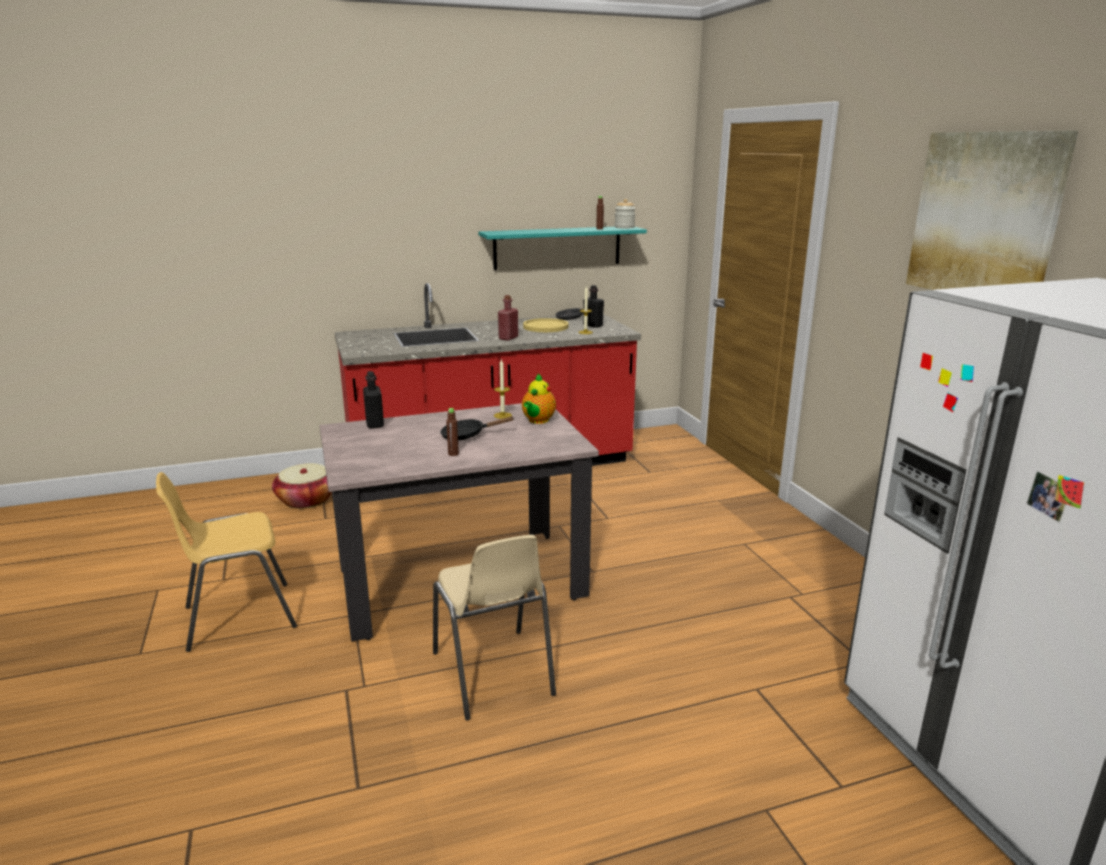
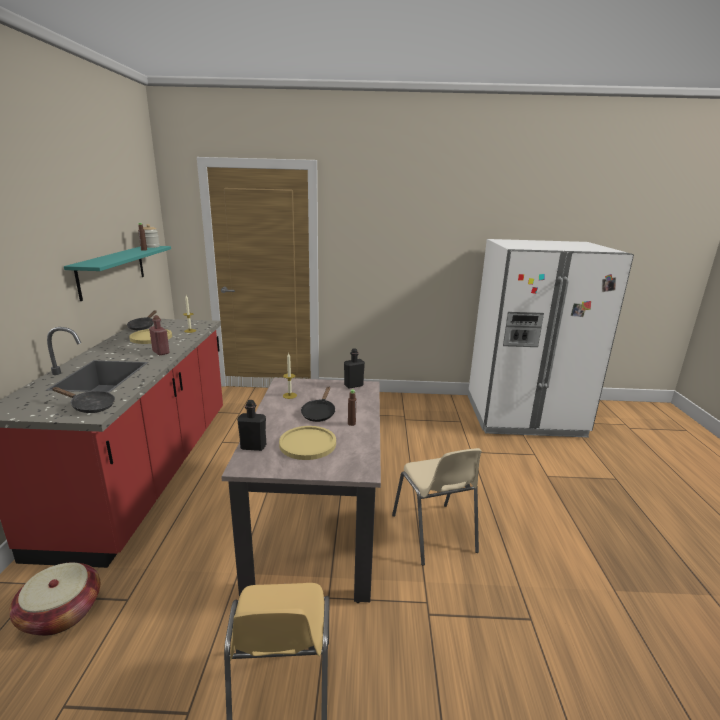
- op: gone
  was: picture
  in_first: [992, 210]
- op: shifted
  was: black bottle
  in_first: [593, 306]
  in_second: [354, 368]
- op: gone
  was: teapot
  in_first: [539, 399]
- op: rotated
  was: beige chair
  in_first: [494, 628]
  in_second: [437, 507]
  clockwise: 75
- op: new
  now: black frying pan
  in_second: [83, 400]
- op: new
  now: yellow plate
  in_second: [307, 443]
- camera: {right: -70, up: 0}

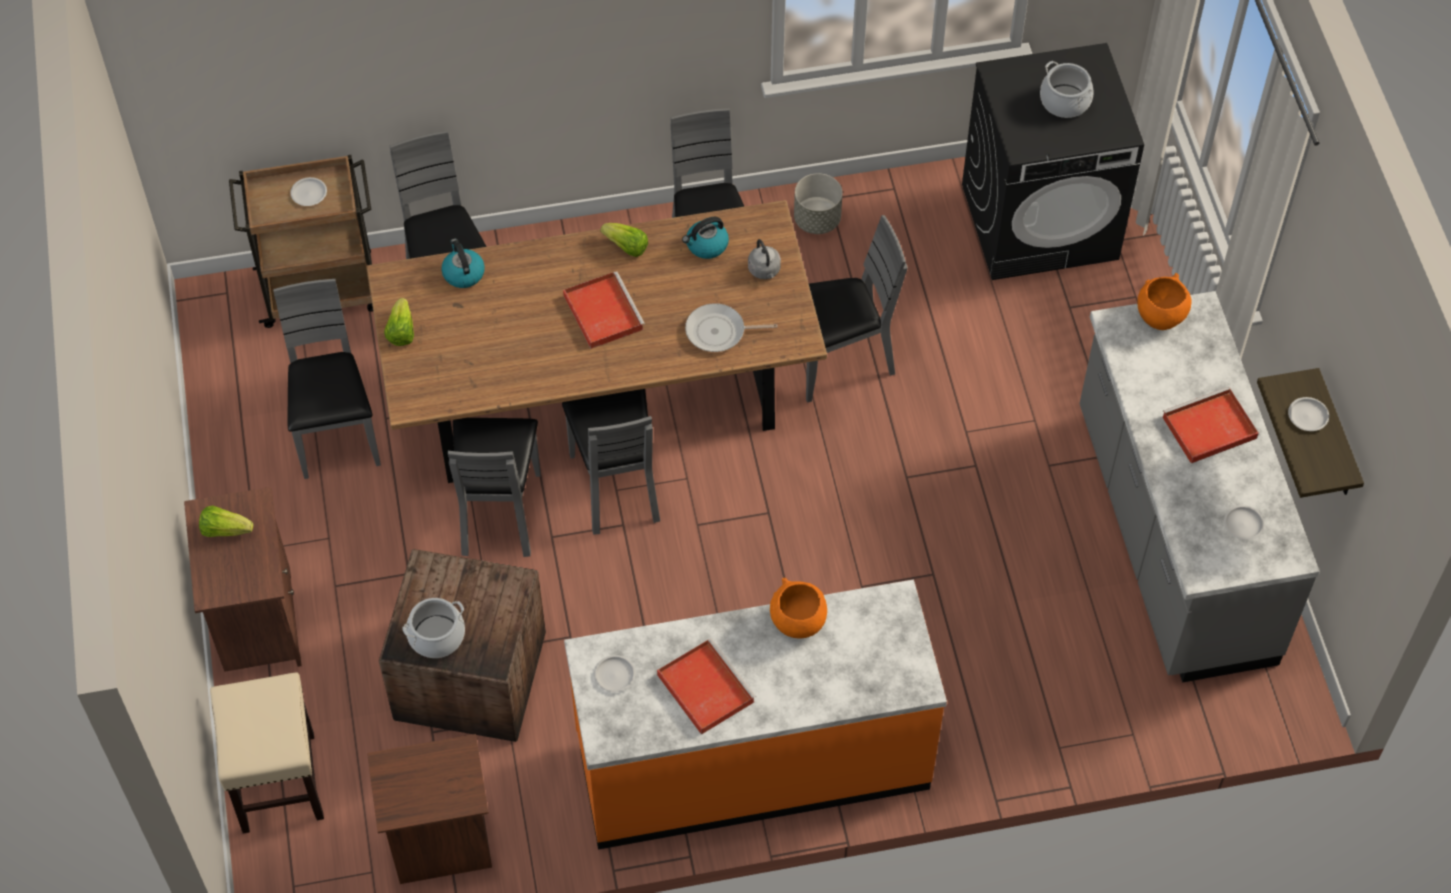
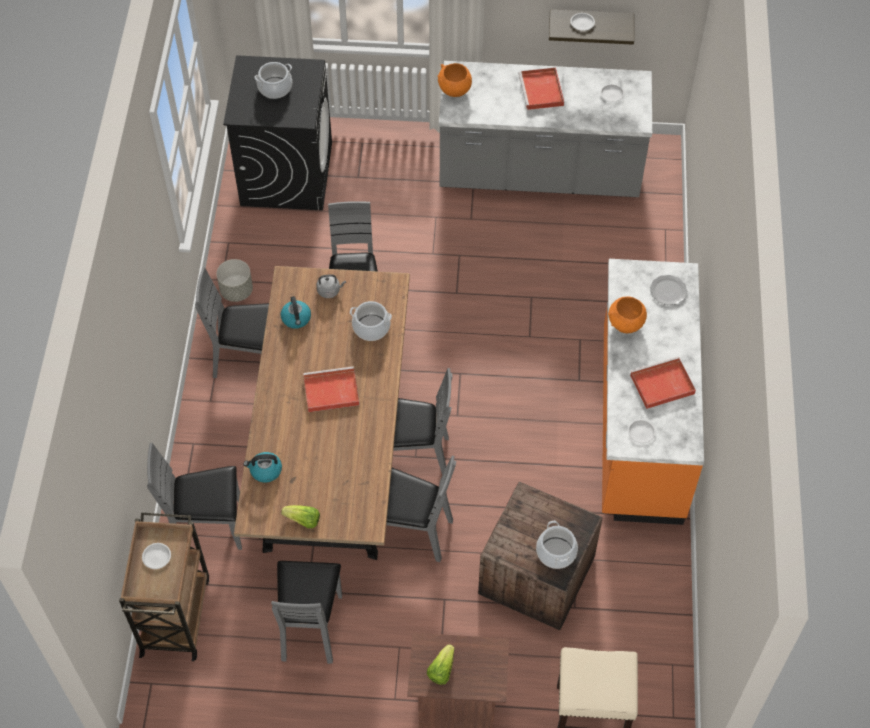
- op: gone
  was: lettuce
  in_first: [624, 240]
- op: rotated
  was: grey chair
  in_first: [327, 379]
  in_second: [306, 612]
  clockwise: -90
- op: swapped
  was: frying pan
  now: cooking pot
  in_first: [731, 327]
  in_second: [371, 321]
- op: gone
  was: brown nightstand
  in_first: [429, 809]
- op: new
  now: plate
  in_second: [668, 290]
- camera: {right: -75, up: 0}

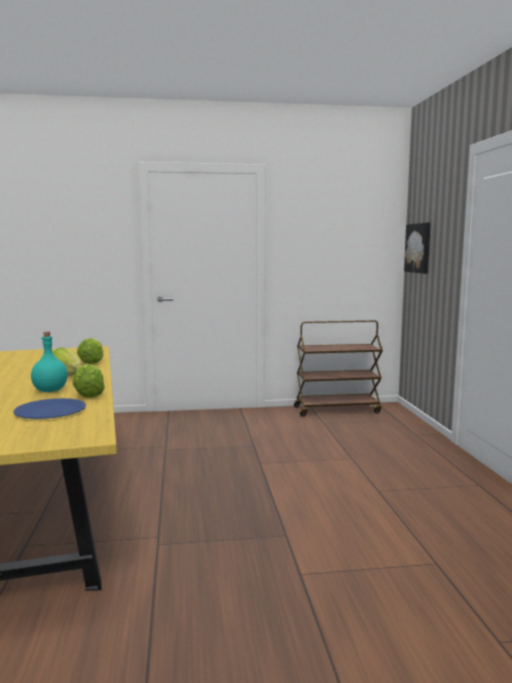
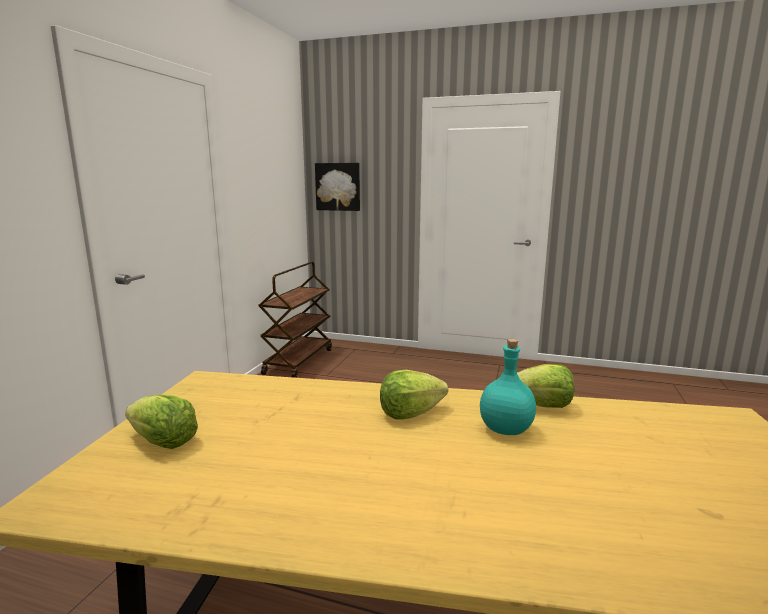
- op: shifted
  was: lettuce
  in_first: [90, 351]
  in_second: [161, 421]
- op: gone
  was: blue plate
  in_first: [49, 408]
- camera: {right: -65, up: 5}

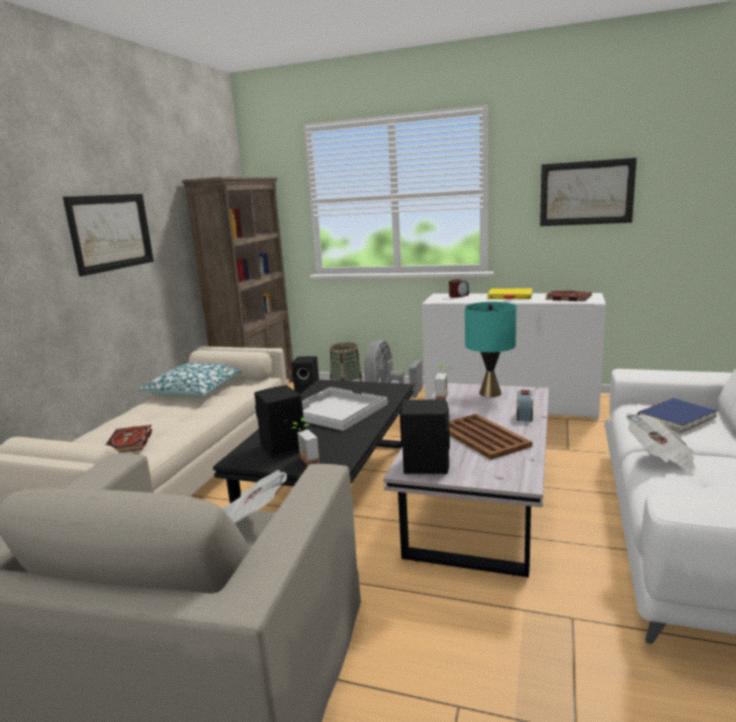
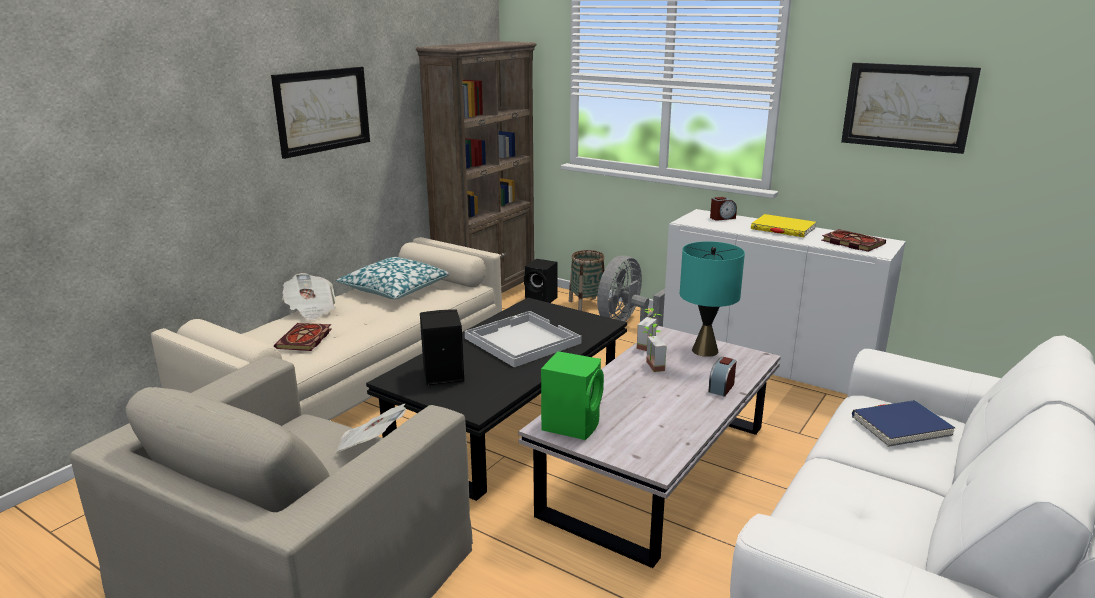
- op: repainted
  was: black speaker
  now: green speaker
  in_first: [425, 436]
  in_second: [572, 395]
- op: shifted
  was: newspaper
  in_first: [660, 442]
  in_second: [309, 296]
- op: gone
  was: brown tray
  in_first: [490, 437]
- op: shifted
  was: potted plant
  in_first: [305, 442]
  in_second: [654, 348]
- camera: {right: 15, up: 5}

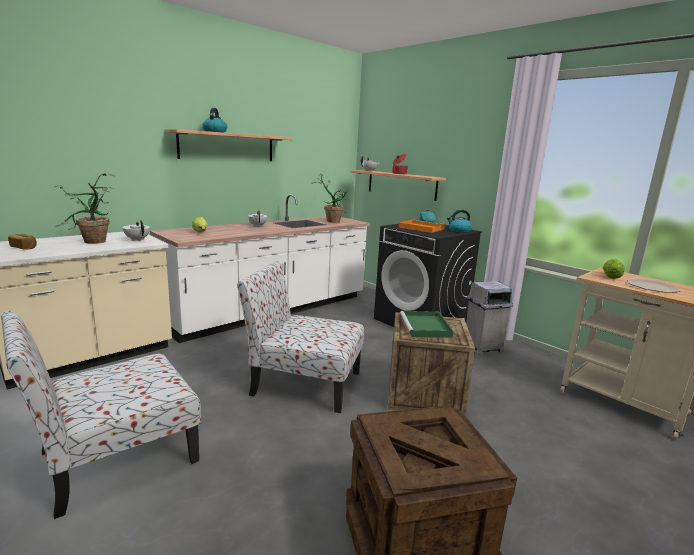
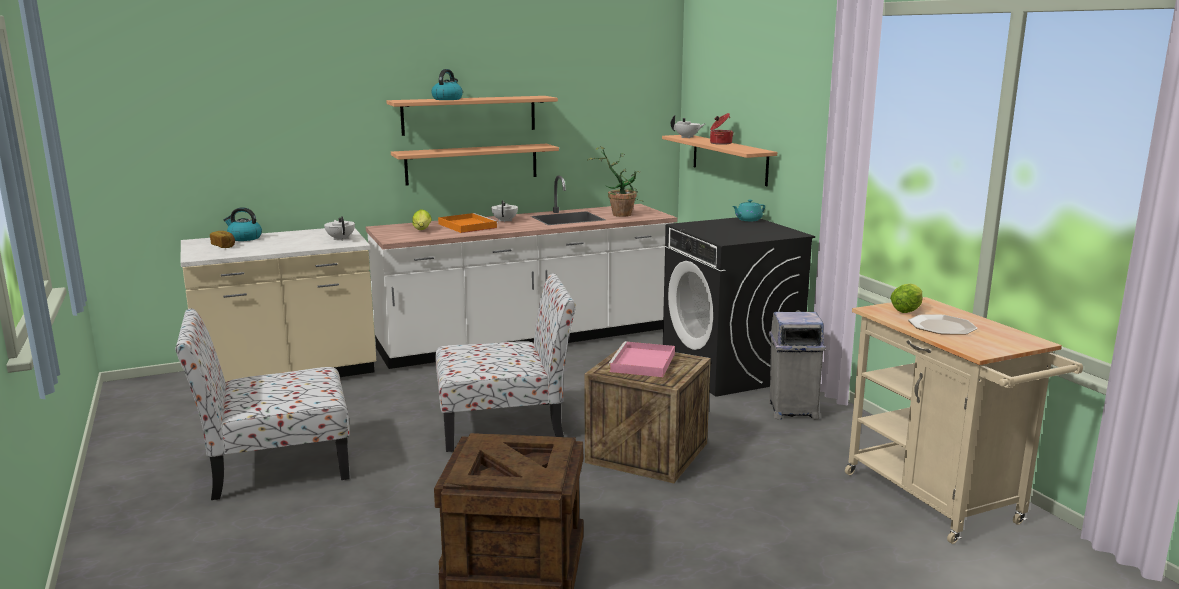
- op: gone
  was: potted plant
  in_first: [83, 208]
- op: shifted
  was: kettle
  in_first: [459, 221]
  in_second: [243, 224]
- op: shifted
  was: orange tray
  in_first: [422, 226]
  in_second: [468, 223]
- op: rotated
  was: chair
  in_first: [300, 337]
  in_second: [505, 362]
  clockwise: 135
- op: repainted
  was: green tray
  now: pink tray
  in_first: [427, 324]
  in_second: [641, 359]
- op: new
  now: shelf
  in_second: [475, 165]
- camera: {right: 20, up: 0}

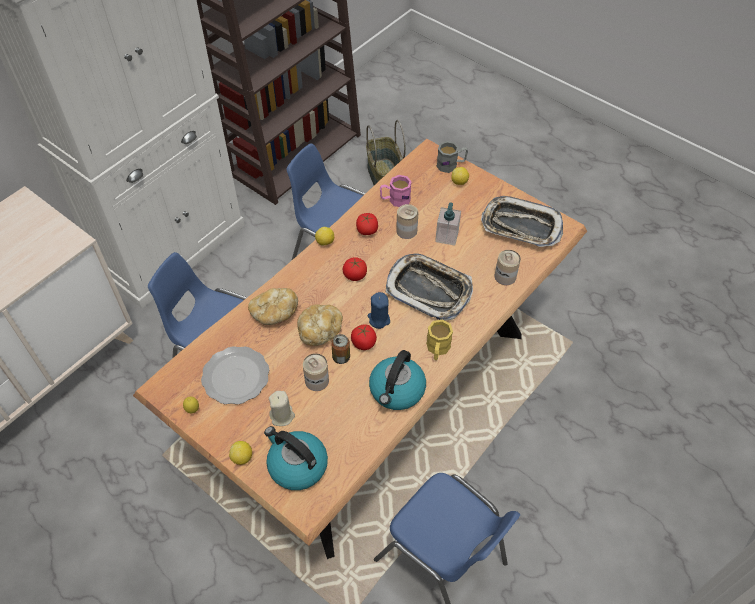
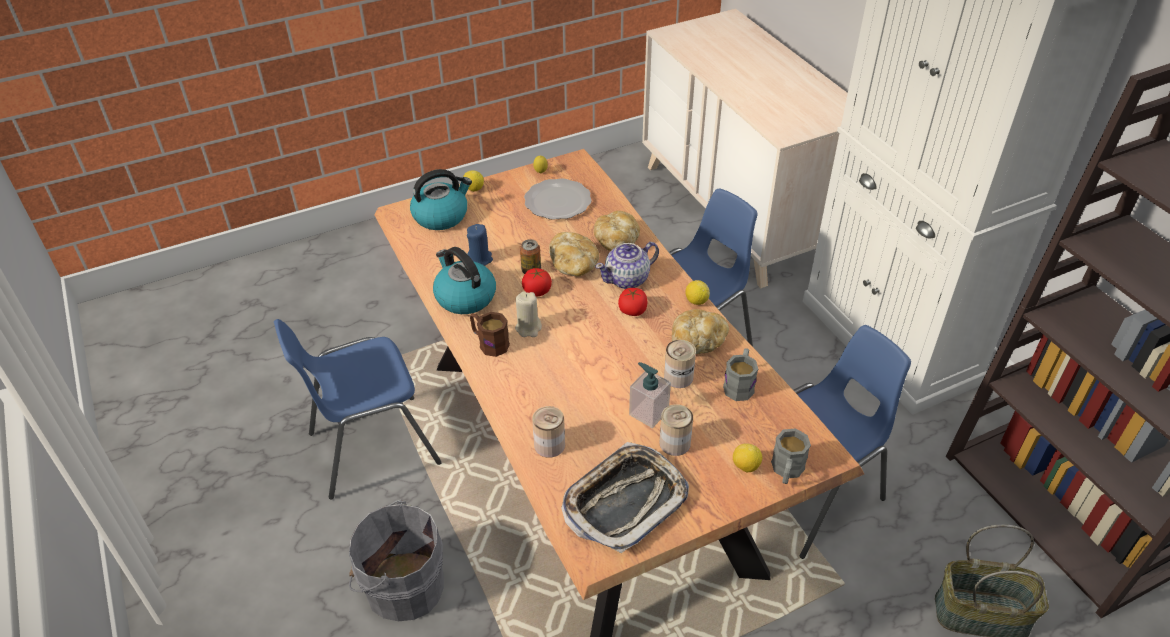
- op: repainted
  was: pink mug
  now: grey mug
  in_first: [396, 191]
  in_second: [740, 374]
- op: swapped
  was: tomato
  now: bread
  in_first: [367, 224]
  in_second: [700, 331]
- op: gone
  was: tray
  in_first: [429, 286]
- op: shifted
  was: blue candle
  in_first: [379, 310]
  in_second: [480, 245]
- op: repainted
  was: yellow mug
  now: brown mug
  in_first: [439, 339]
  in_second: [490, 334]
- op: shifted
  was: can
  in_first: [316, 372]
  in_second: [676, 430]
- op: shifted
  was: beige candle
  in_first: [282, 408]
  in_second: [528, 314]
- op: new
  now: teapot
  in_second: [627, 265]
- op: new
  now: grey bucket
  in_second: [396, 560]
- camera: {right: 115, up: -10}

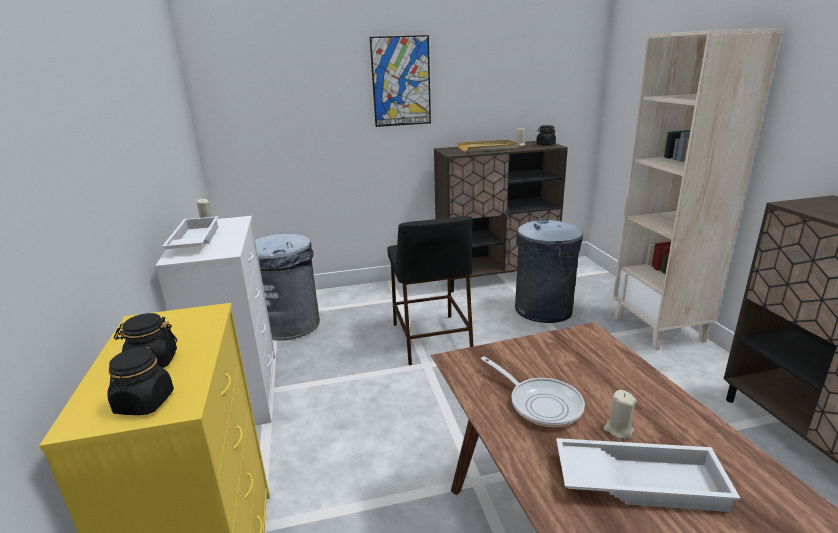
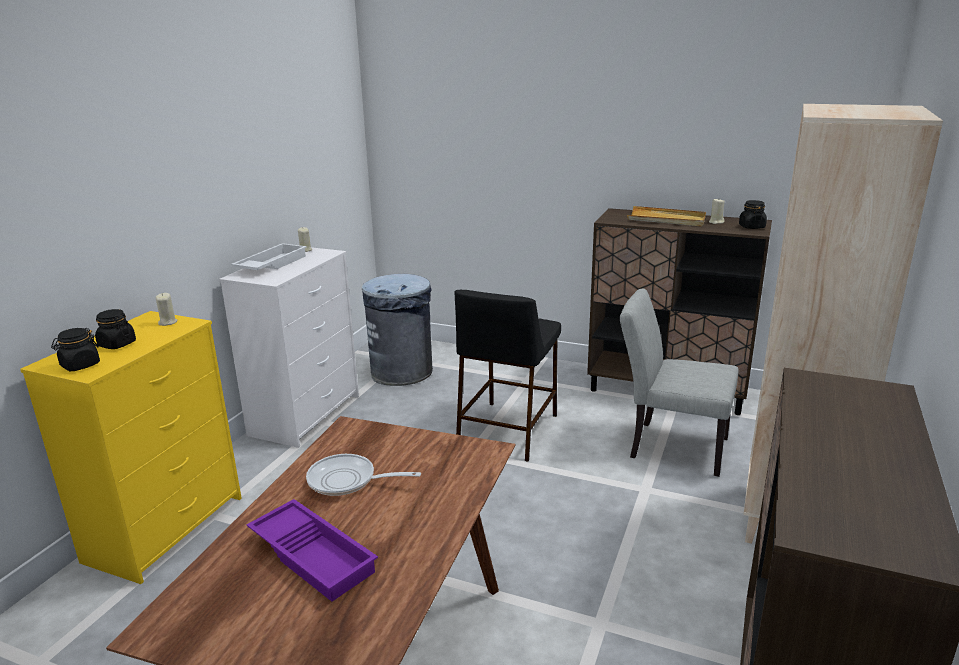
- op: gone
  was: picture
  in_first: [400, 81]
- op: swapped
  was: grey trash can
  now: grey chair
  in_first: [549, 270]
  in_second: [679, 383]
- op: rotated
  was: frying pan
  in_first: [533, 391]
  in_second: [363, 475]
  clockwise: 105
- op: shifted
  was: beige candle
  in_first: [620, 414]
  in_second: [166, 309]
- op: repainted
  was: white tray
  now: purple tray
  in_first: [648, 475]
  in_second: [312, 550]
- camera: {right: 35, up: 0}

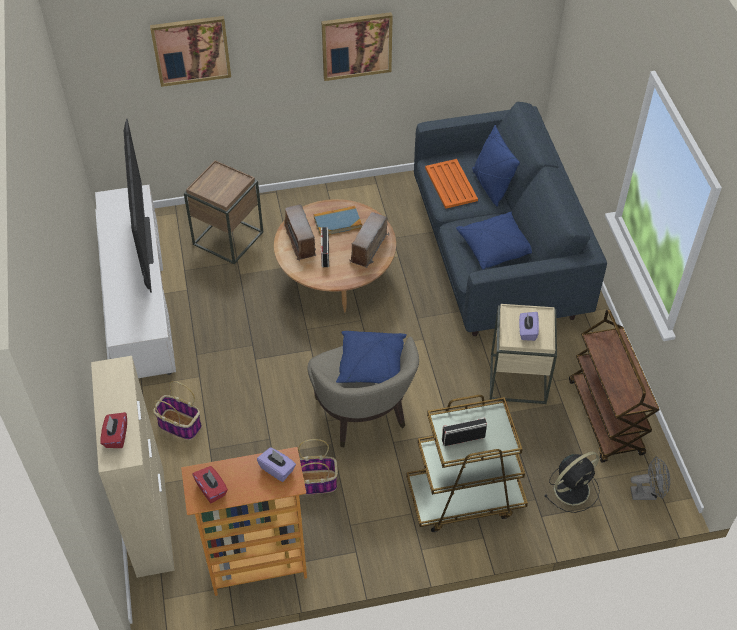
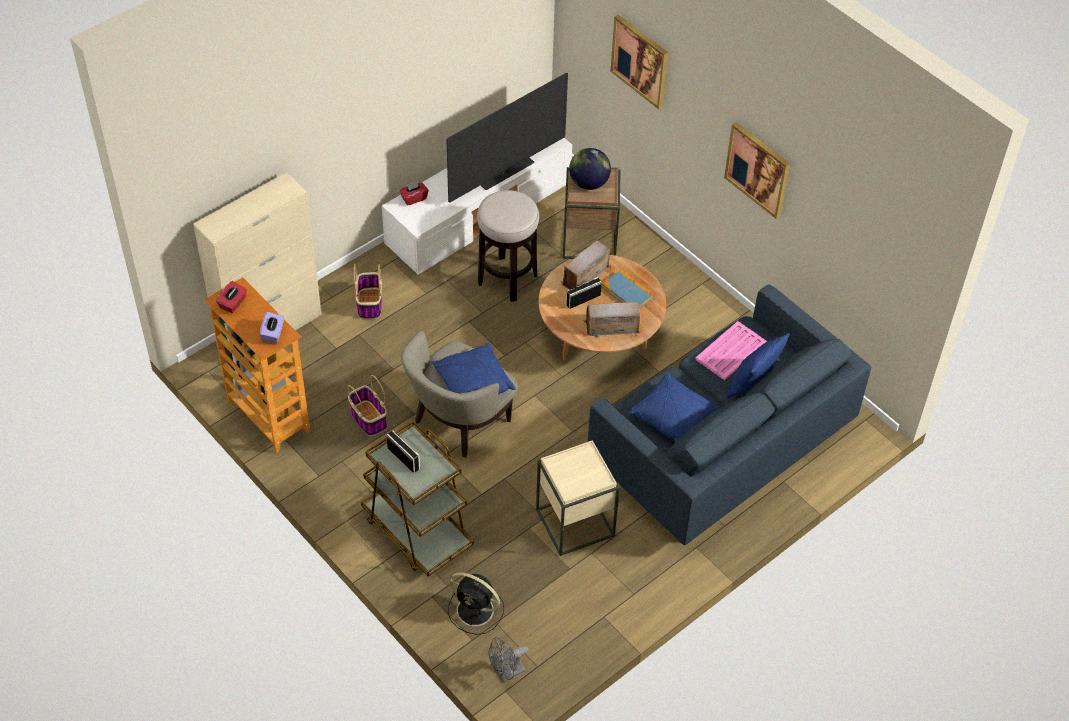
- op: repainted
  was: orange tray
  now: pink tray
  in_first: [451, 184]
  in_second: [731, 350]
- op: gone
  was: brown cart
  in_first: [614, 386]
- op: gone
  was: purple tissue box
  in_first: [529, 326]
- op: shifted
  was: red tissue box
  in_first: [113, 430]
  in_second: [414, 193]
- op: rotated
  was: grey fan
  in_first: [650, 478]
  in_second: [509, 659]
  clockwise: 90
- op: new
  now: globe
  in_second: [590, 169]
- op: new
  now: stool
  in_second: [508, 246]
- camera: {right: 60, up: 0}

